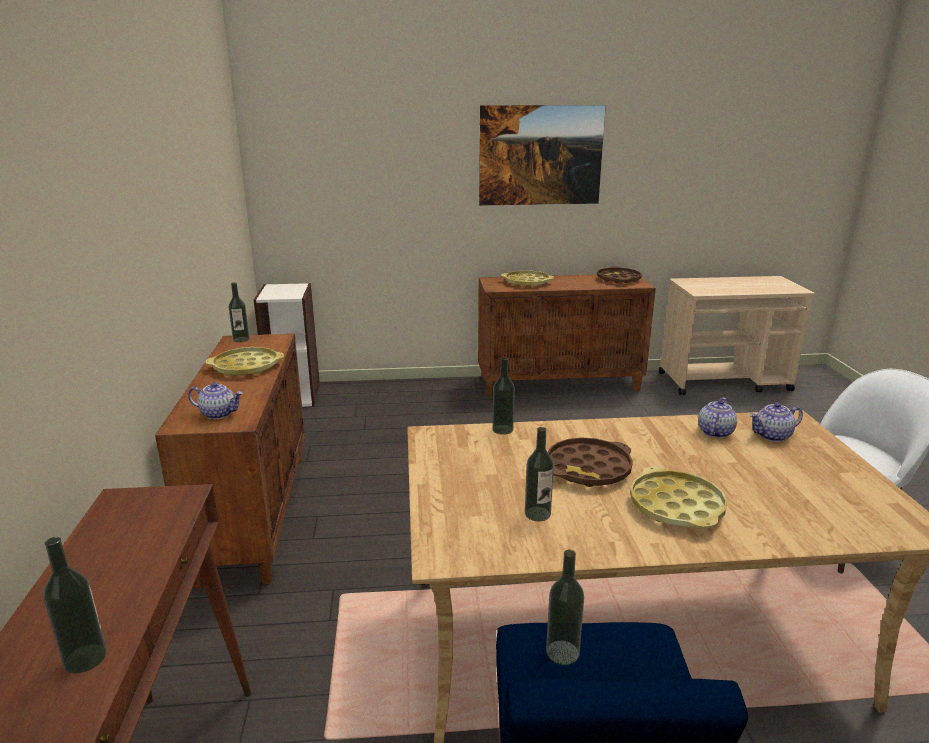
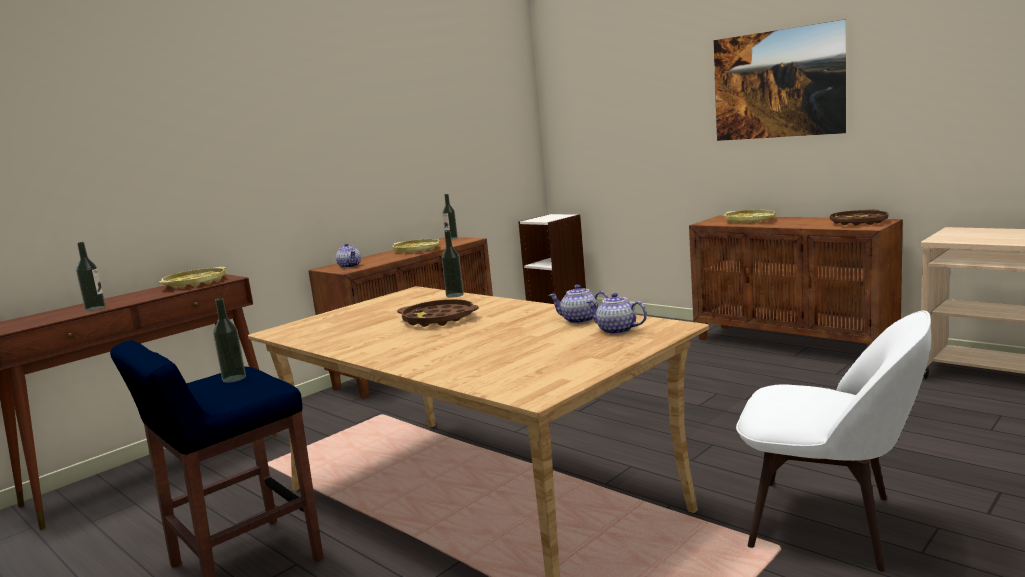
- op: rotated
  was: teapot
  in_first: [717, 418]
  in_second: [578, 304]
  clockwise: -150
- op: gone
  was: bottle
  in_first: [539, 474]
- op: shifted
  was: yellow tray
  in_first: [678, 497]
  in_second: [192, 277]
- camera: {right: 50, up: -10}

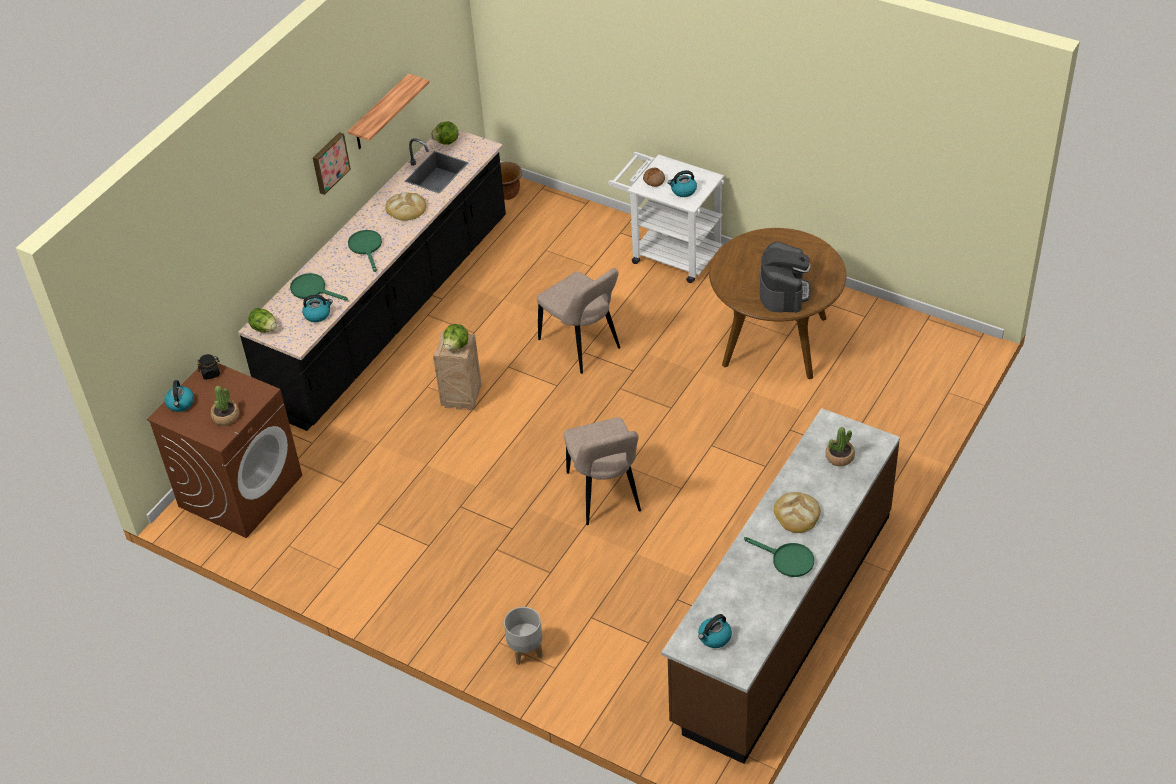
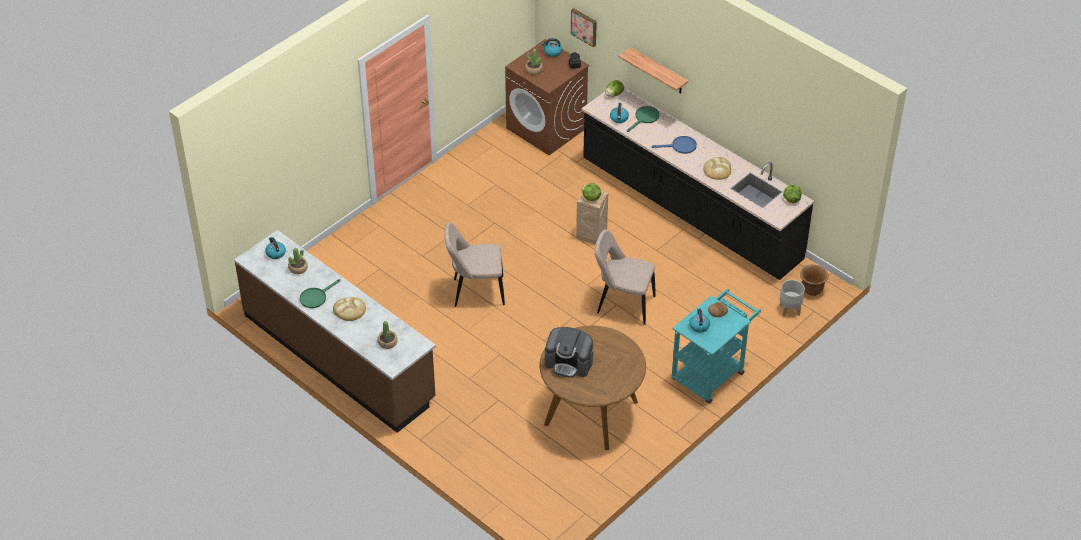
- op: shifted
  was: shelf
  in_first: [389, 111]
  in_second: [653, 70]
- op: shifted
  was: picture
  in_first: [332, 163]
  in_second: [584, 27]
- op: repainted
  was: white cart
  now: turquoise cart
  in_first: [666, 217]
  in_second: [716, 346]
- op: repainted
  was: green frying pan
  now: blue frying pan
  in_first: [365, 251]
  in_second: [674, 145]
- op: rotated
  was: beige chair
  in_first: [578, 321]
  in_second: [625, 277]
  clockwise: 45
- op: shifted
  was: grey planter
  in_first: [523, 636]
  in_second: [792, 298]
- op: new
  now: potted plant
  in_second: [298, 261]
- camera: {right: 100, up: 0}

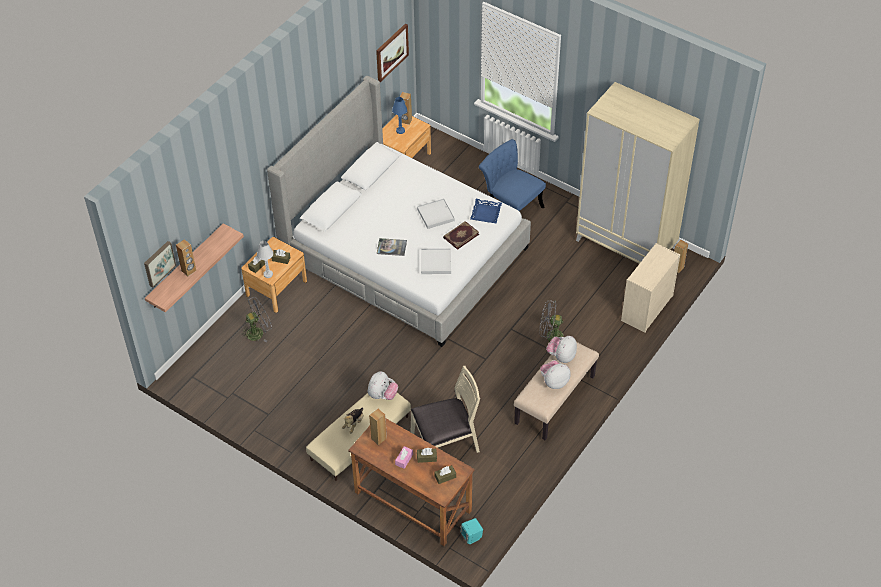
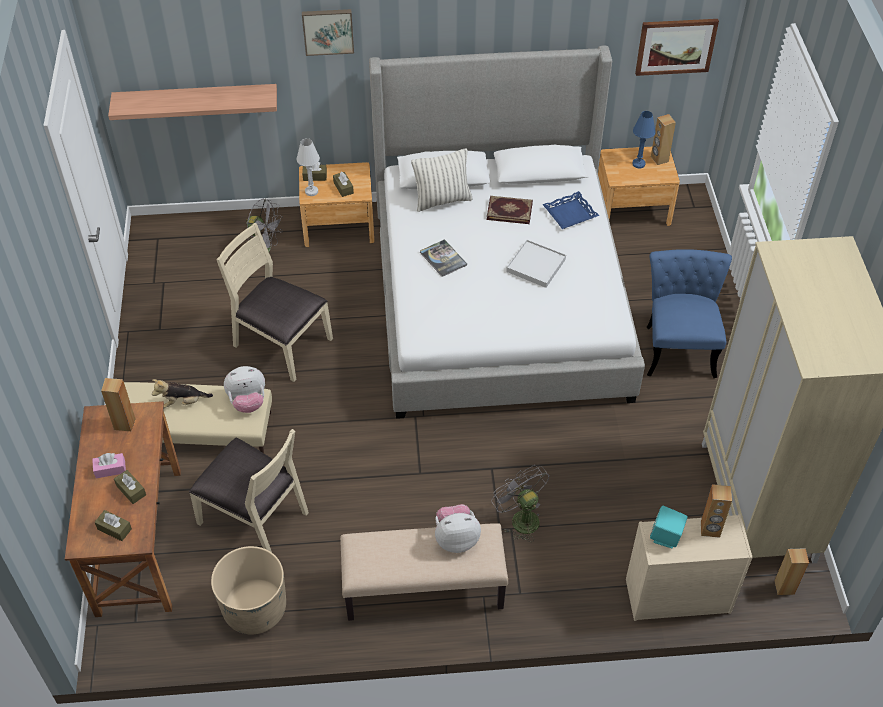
- op: shifted
  was: blue tray
  in_first: [486, 211]
  in_second: [570, 210]
- op: shifted
  was: book
  in_first: [461, 235]
  in_second: [510, 210]
- op: shifted
  was: brown speaker
  in_first: [186, 257]
  in_second: [716, 511]
- op: shifted
  was: picture
  in_first: [160, 264]
  in_second: [328, 32]
- op: gone
  was: white tray
  in_first: [436, 261]
- op: gone
  was: plush toy
  in_first: [555, 374]
- op: shifted
  was: turquoise speaker
  in_first: [472, 531]
  in_second: [669, 527]
- op: new
  now: pillow
  in_second: [442, 180]
- op: new
  now: beige chair
  in_second: [274, 302]
- op: new
  now: beige planter
  in_second: [248, 590]
- camera: {right: 50, up: 0}

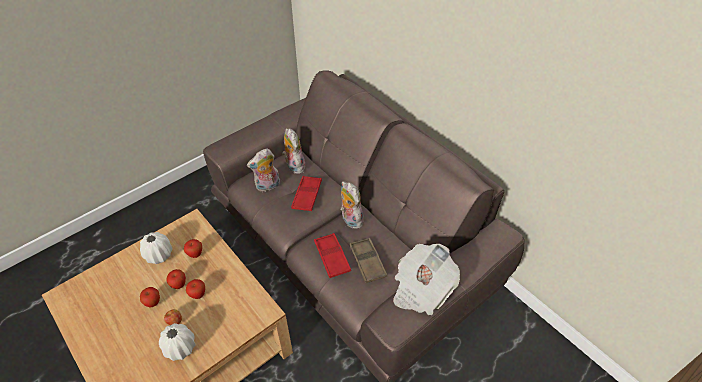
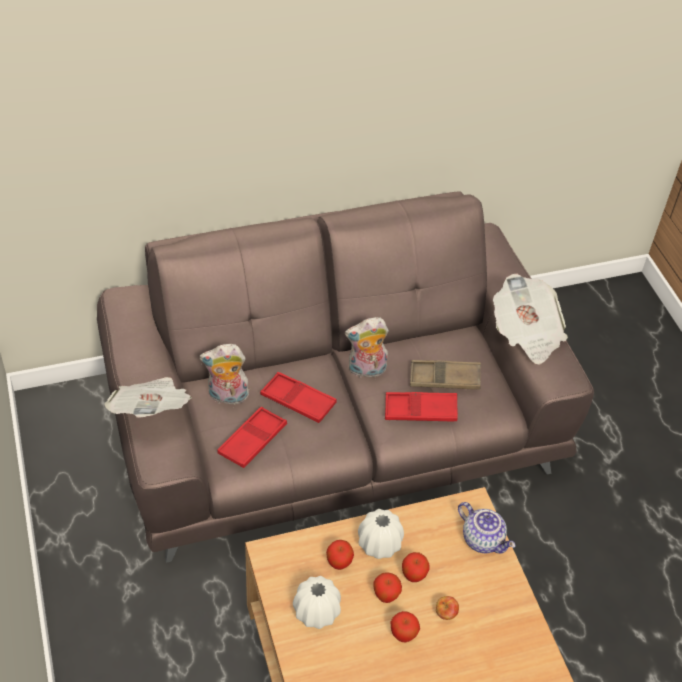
- op: swapped
  was: plush toy
  now: red tray
  in_first: [263, 170]
  in_second: [252, 437]
- op: shifted
  was: white vase
  in_first: [177, 342]
  in_second: [381, 534]
- op: new
  now: newspaper
  in_second: [148, 397]
- op: new
  now: teapot
  in_second: [487, 528]
- camera: {right: -70, up: 0}

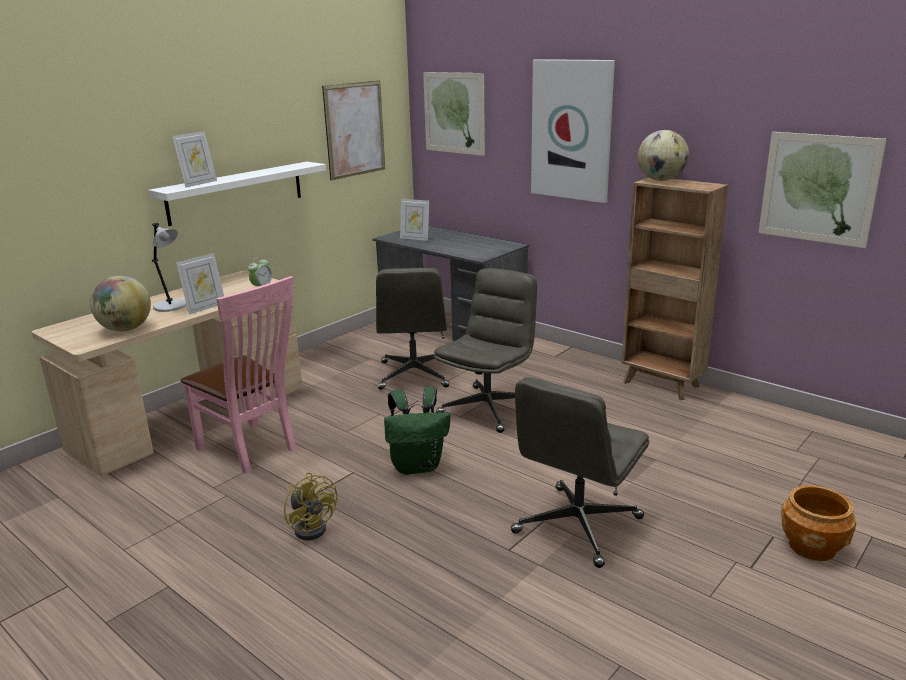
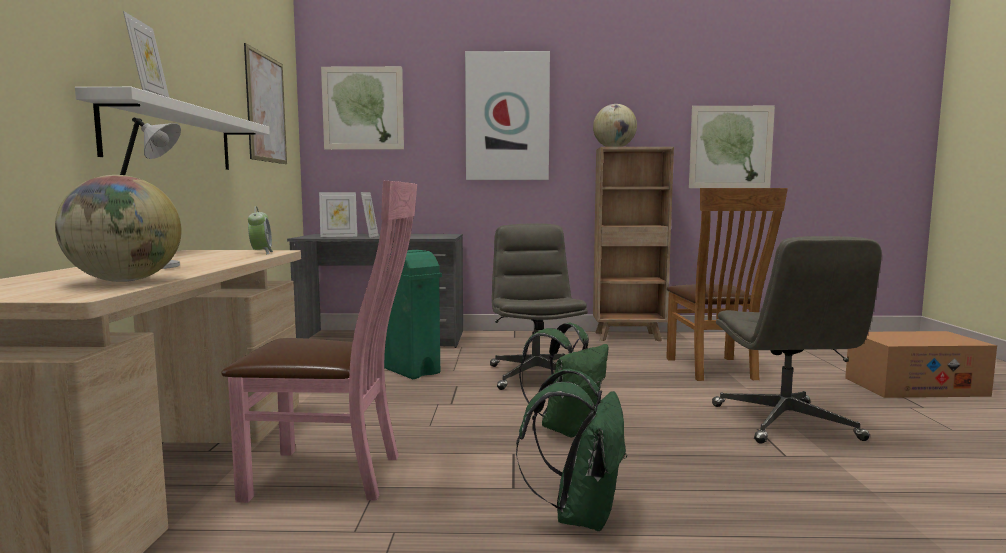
- op: shifted
  was: picture frame
  in_first: [200, 283]
  in_second: [370, 215]
- op: swapped
  was: grey office chair
  now: green trash can
  in_first: [412, 329]
  in_second: [413, 315]
- op: swapped
  was: yellow fan
  now: green backpack
  in_first: [310, 506]
  in_second: [571, 450]
- op: swapped
  was: brown planter
  now: cardboard box
  in_first: [818, 523]
  in_second: [921, 364]
- op: new
  now: brown chair
  in_second: [727, 284]
- camera: {right: -40, up: -15}

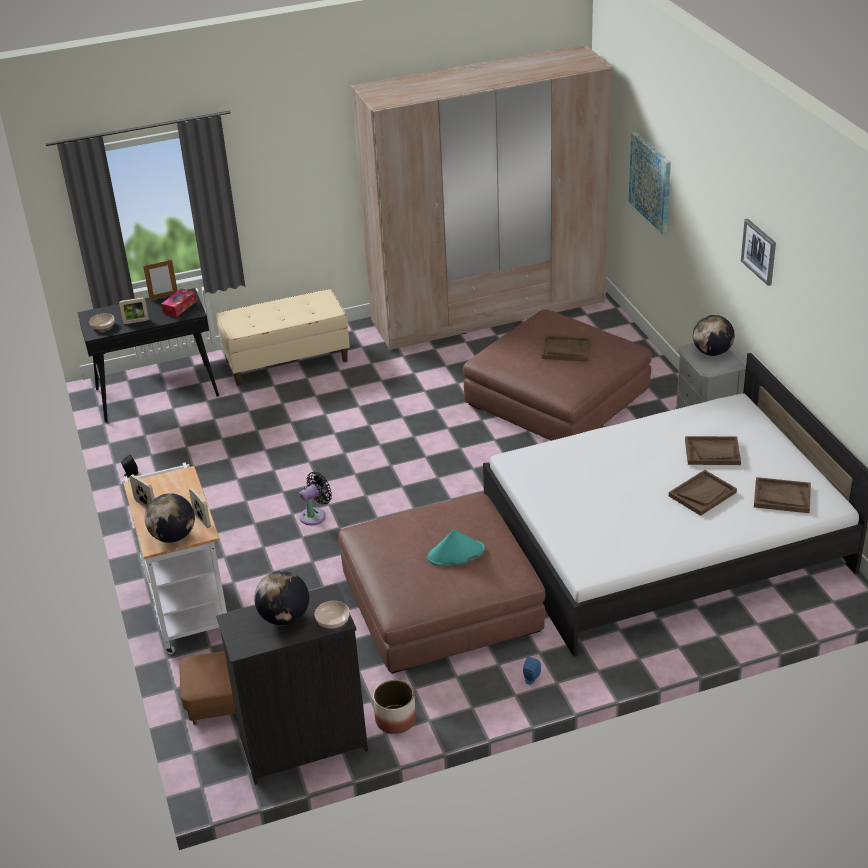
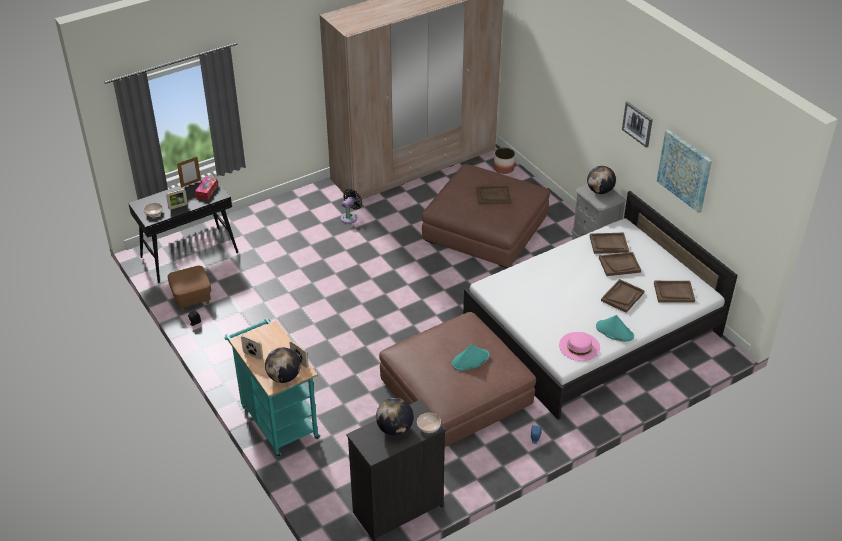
- op: shifted
  was: picture
  in_first: [650, 183]
  in_second: [684, 171]
- op: gone
  was: beige bench
  in_first: [283, 337]
- op: repainted
  was: white cart
  now: turquoise cart
  in_first: [174, 558]
  in_second: [272, 388]
- op: shifted
  was: black fan
  in_first: [315, 499]
  in_second: [351, 206]
- op: shifted
  was: brown ottoman
  in_first: [207, 688]
  in_second: [189, 288]
- op: shifted
  was: planter
  in_first: [394, 707]
  in_second: [504, 161]
- op: new
  now: brown tray
  in_second: [609, 243]
- op: new
  now: turquoise hat
  in_second: [615, 328]
- op: new
  now: pink hat
  in_second: [579, 346]
- camera: {right: -15, up: 5}

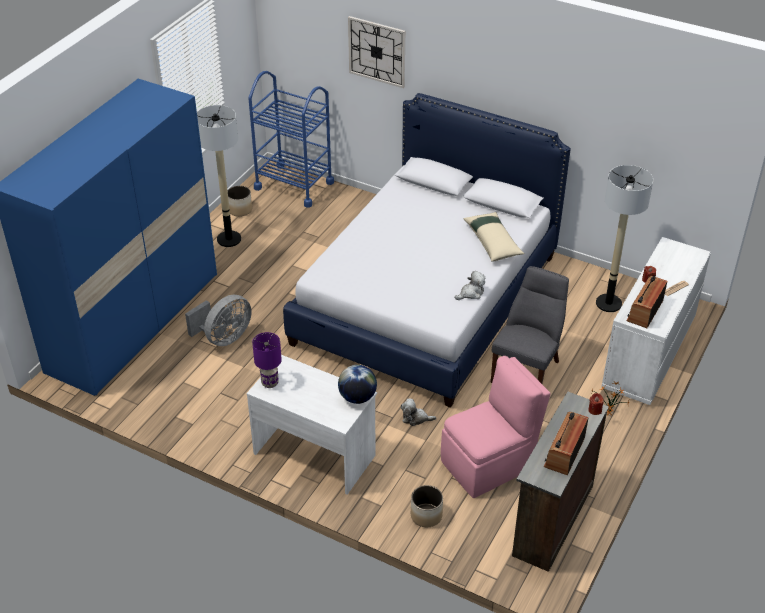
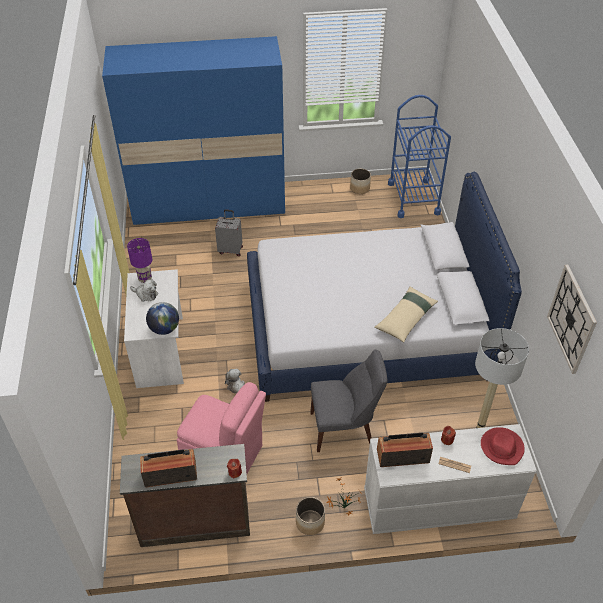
- op: shifted
  was: wall clock
  in_first: [376, 52]
  in_second: [572, 319]
- op: gone
  was: floor lamp
  in_first: [219, 176]
- op: shifted
  was: plush toy
  in_first: [470, 285]
  in_second: [144, 290]
- op: swapped
  was: grey fan
  now: grey suitcase
  in_first: [218, 320]
  in_second: [229, 233]
- op: shifted
  was: planter
  in_first: [427, 506]
  in_second: [310, 516]
- op: new
  now: red hat
  in_second: [503, 446]
- camera: {right: 55, up: 5}

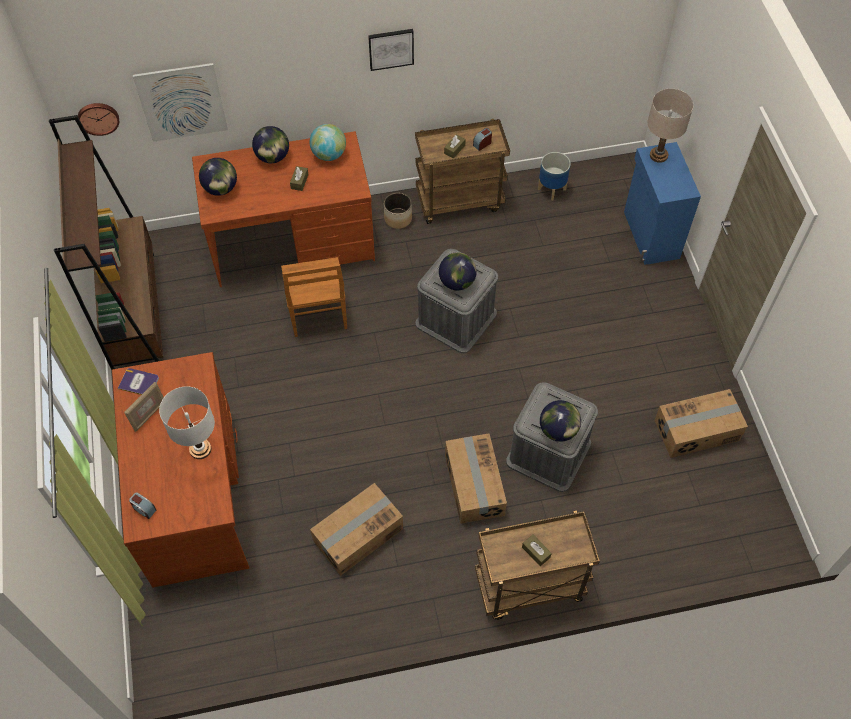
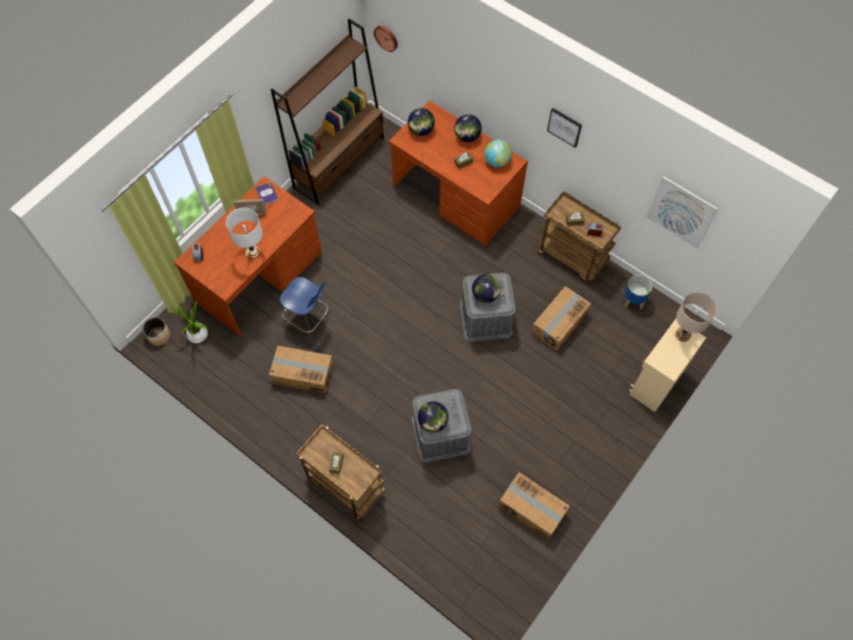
- op: shifted
  was: picture
  in_first: [180, 102]
  in_second: [682, 212]
- op: repainted
  was: blue cabinet
  now: beige cabinet
  in_first: [662, 203]
  in_second: [667, 365]
- op: shifted
  was: planter
  in_first: [398, 211]
  in_second: [156, 331]
- op: gone
  was: brown chair
  in_first: [314, 297]
- op: shifted
  was: cardboard box
  in_first: [476, 478]
  in_second: [561, 318]
- op: new
  now: blue chair
  in_second: [305, 308]
- op: new
  now: potted plant
  in_second: [188, 322]
- camera: {right: 50, up: 5}

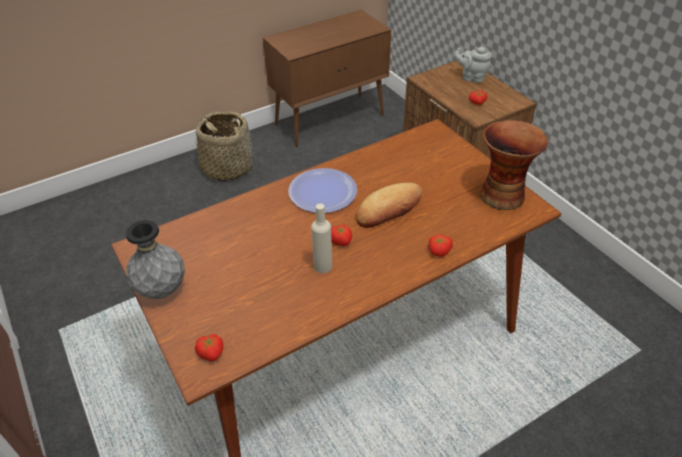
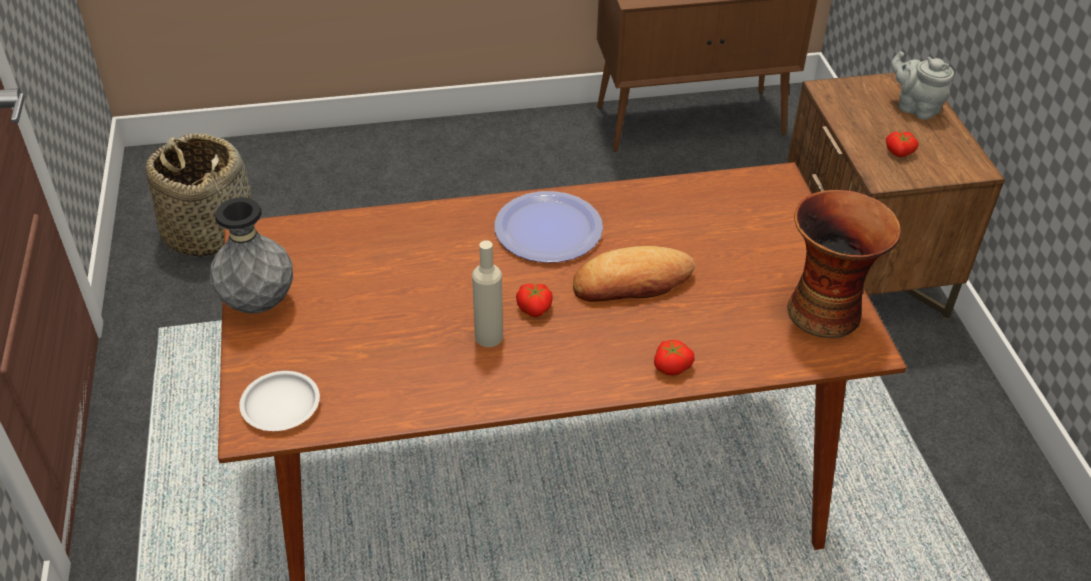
- op: shifted
  was: basket
  in_first: [224, 146]
  in_second: [199, 195]
- op: swapped
  was: tomato
  now: white plate
  in_first: [209, 348]
  in_second: [279, 401]
- camera: {right: 20, up: 0}

